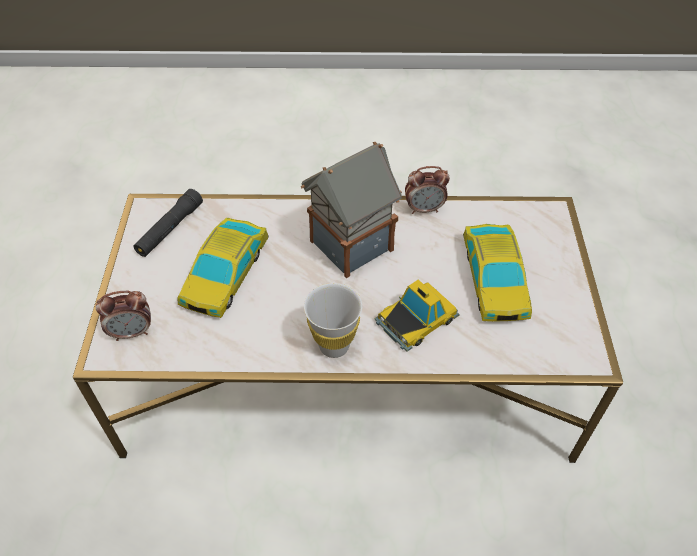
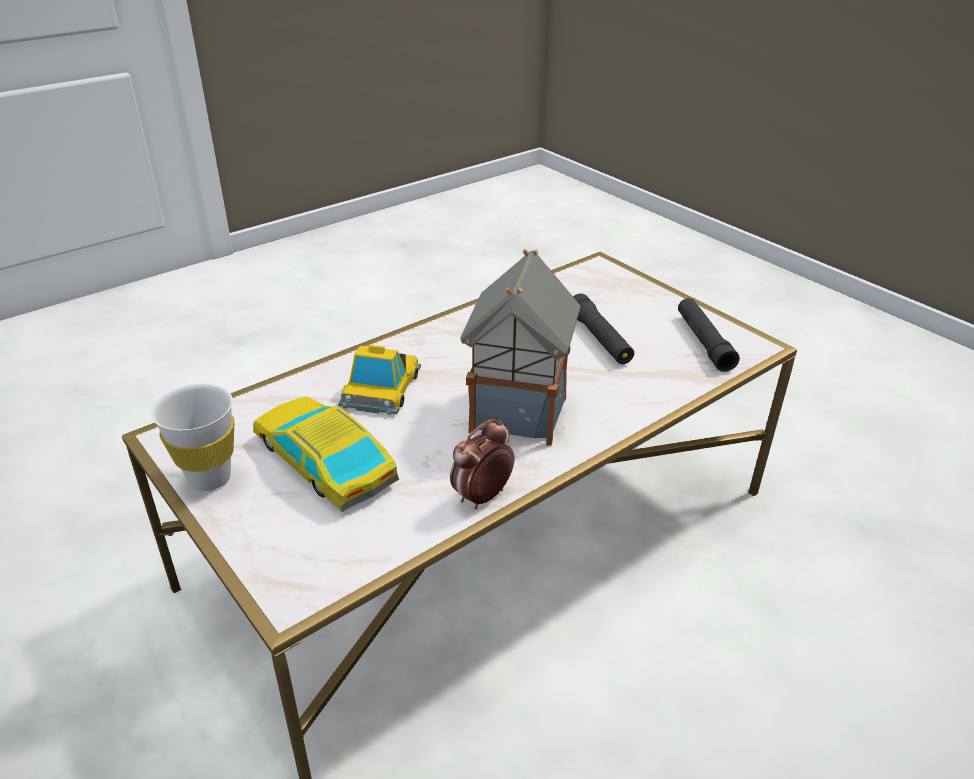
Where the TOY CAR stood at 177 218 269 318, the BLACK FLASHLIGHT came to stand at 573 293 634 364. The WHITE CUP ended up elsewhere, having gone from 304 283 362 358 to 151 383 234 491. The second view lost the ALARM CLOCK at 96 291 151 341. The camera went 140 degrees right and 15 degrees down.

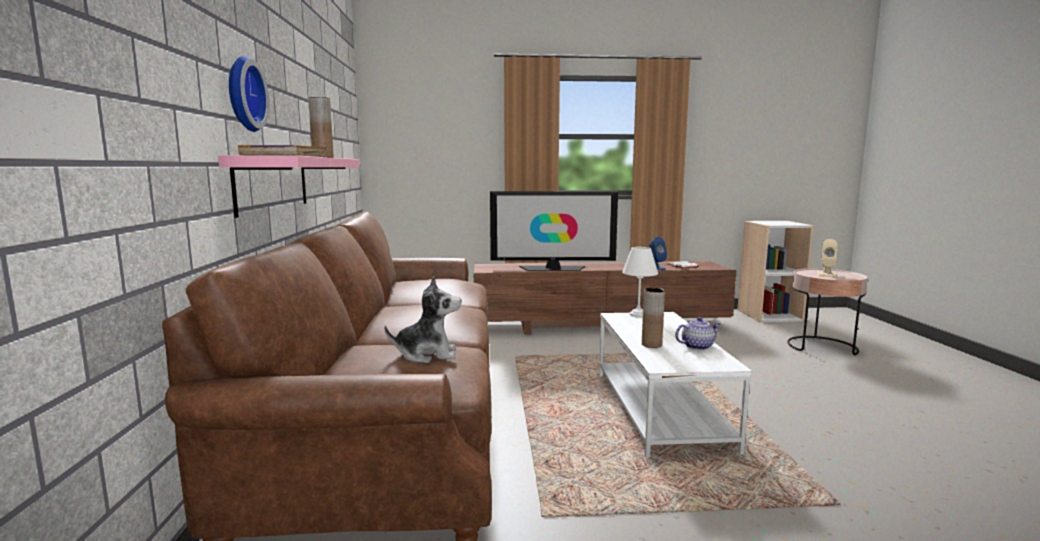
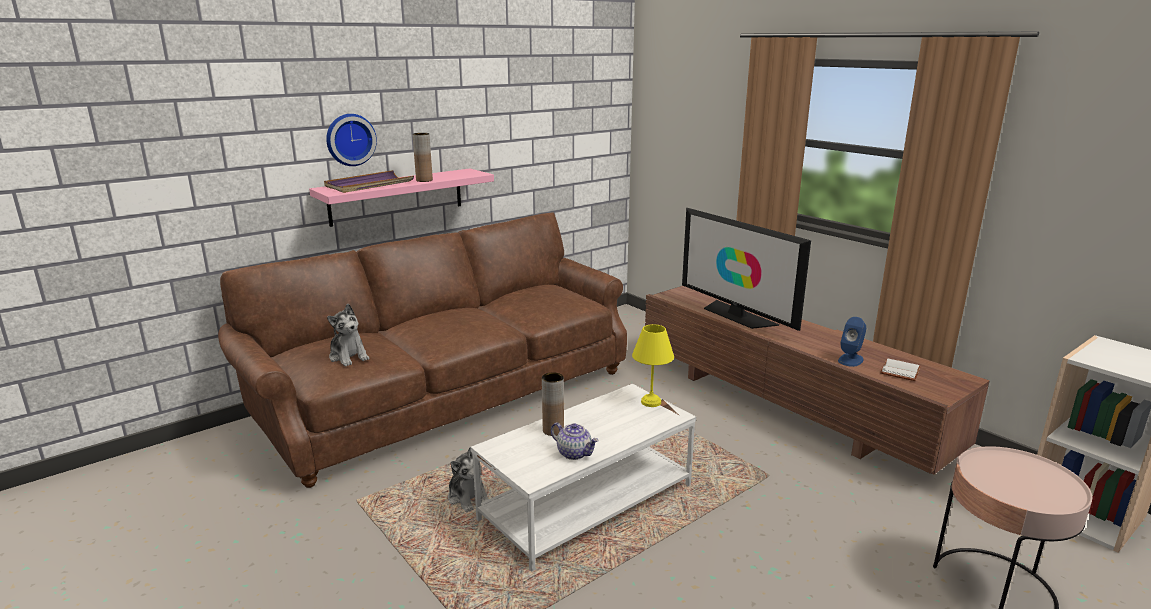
The second view lost the BEIGE SPEAKER at 817 239 838 277. What was the WHITE TABLE LAMP at 622 247 658 318 turned into the YELLOW TABLE LAMP at 632 324 674 407. The second view gained the PLUSH TOY at 448 448 489 512. The camera went 55 degrees right and 10 degrees up.

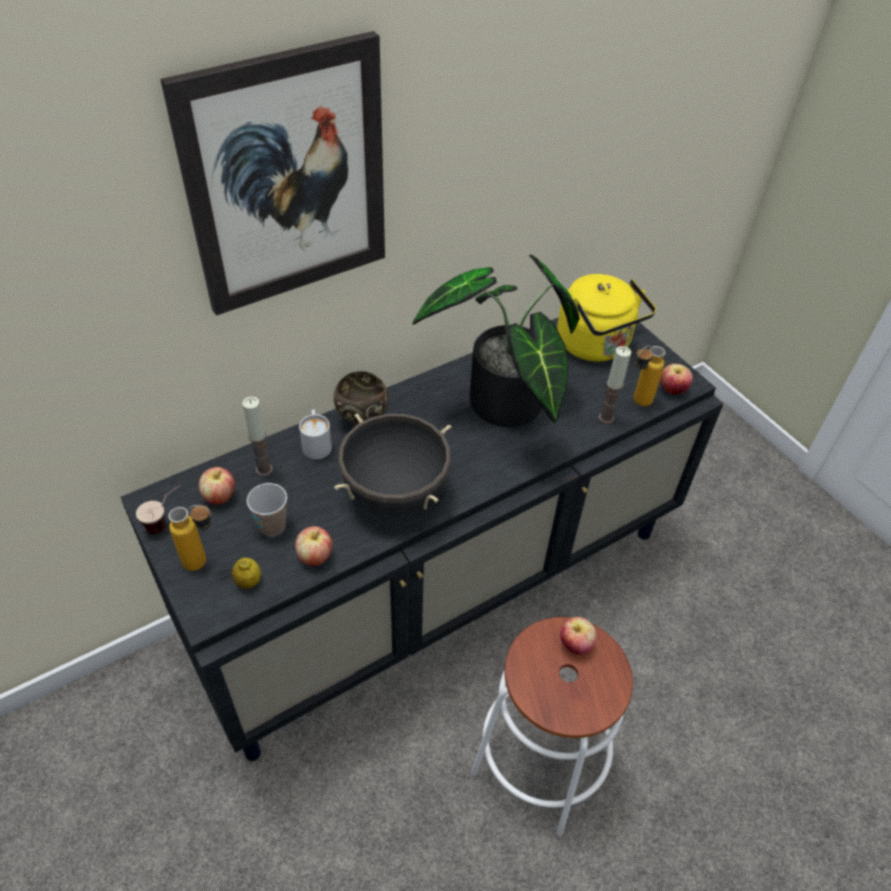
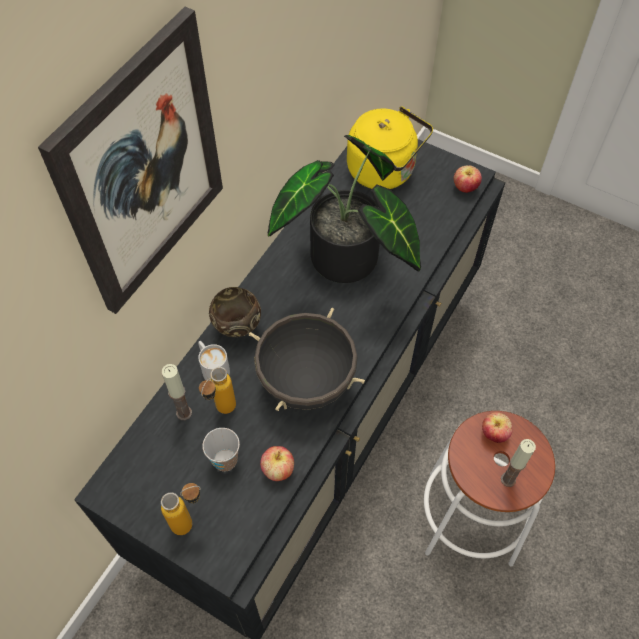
The BOTTLE ended up elsewhere, having gone from 633 345 666 406 to 199 367 236 414. The CANDLE ended up elsewhere, having gone from 599 346 631 424 to 501 439 536 487. The second view lost the APPLE at 199 467 235 505. The second view lost the CUP at 136 484 181 534. The second view lost the LEMON at 232 558 261 589. The camera went 25 degrees left and 10 degrees up.

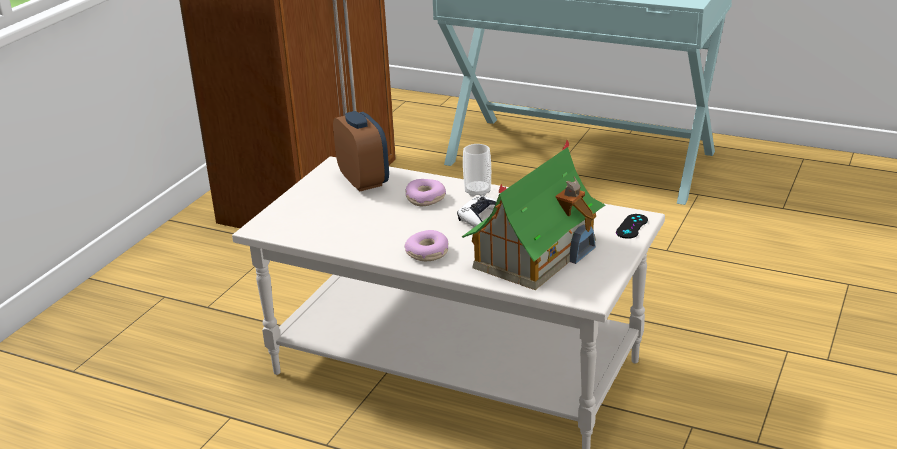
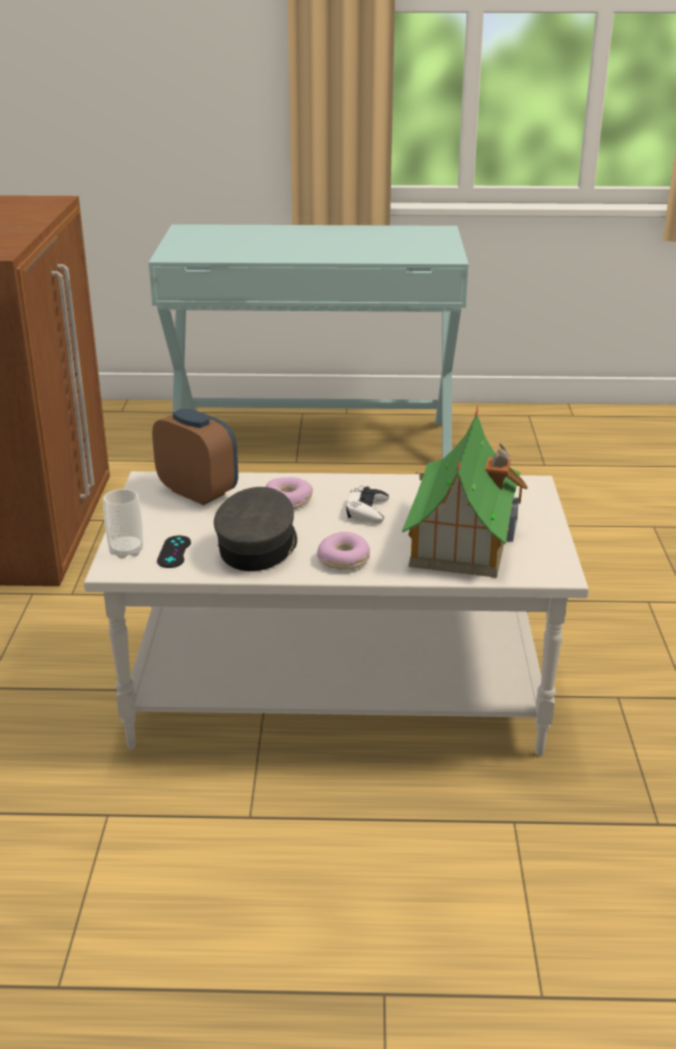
The CUP ended up elsewhere, having gone from 463 144 491 197 to 103 489 143 559. The BLACK GAME CONTROLLER ended up elsewhere, having gone from 616 214 648 239 to 157 535 191 568. The second view gained the GREY CAP at 214 487 297 571. The camera went 25 degrees left and 0 degrees up.

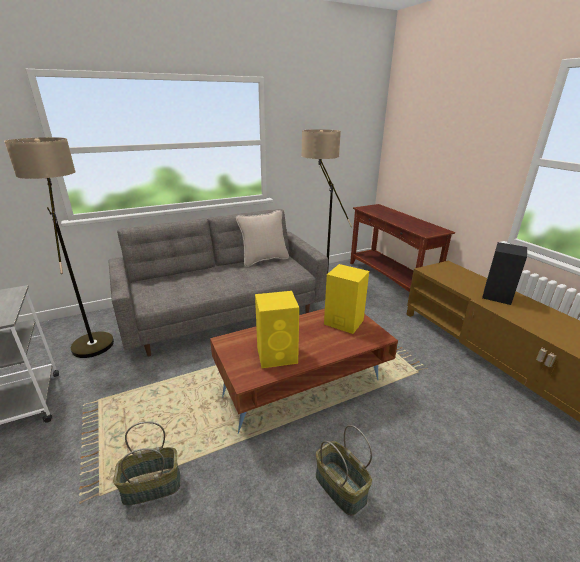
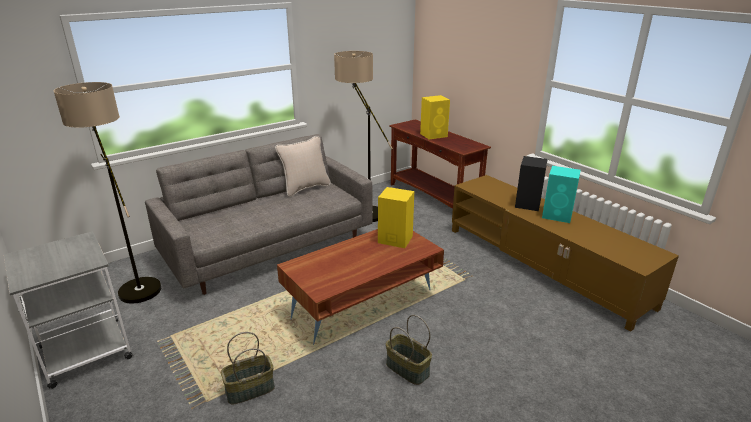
The YELLOW SPEAKER ended up elsewhere, having gone from 255 291 299 368 to 420 95 450 140. The second view gained the TURQUOISE SPEAKER at 542 166 581 223. The camera went 10 degrees left and 0 degrees up.

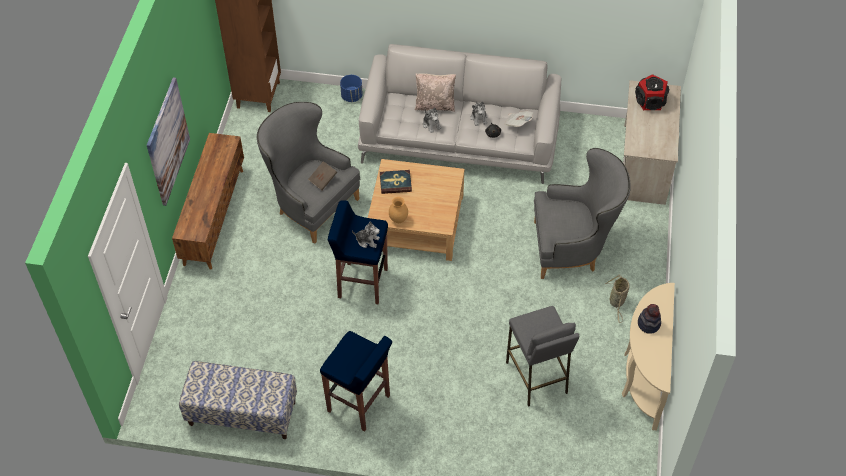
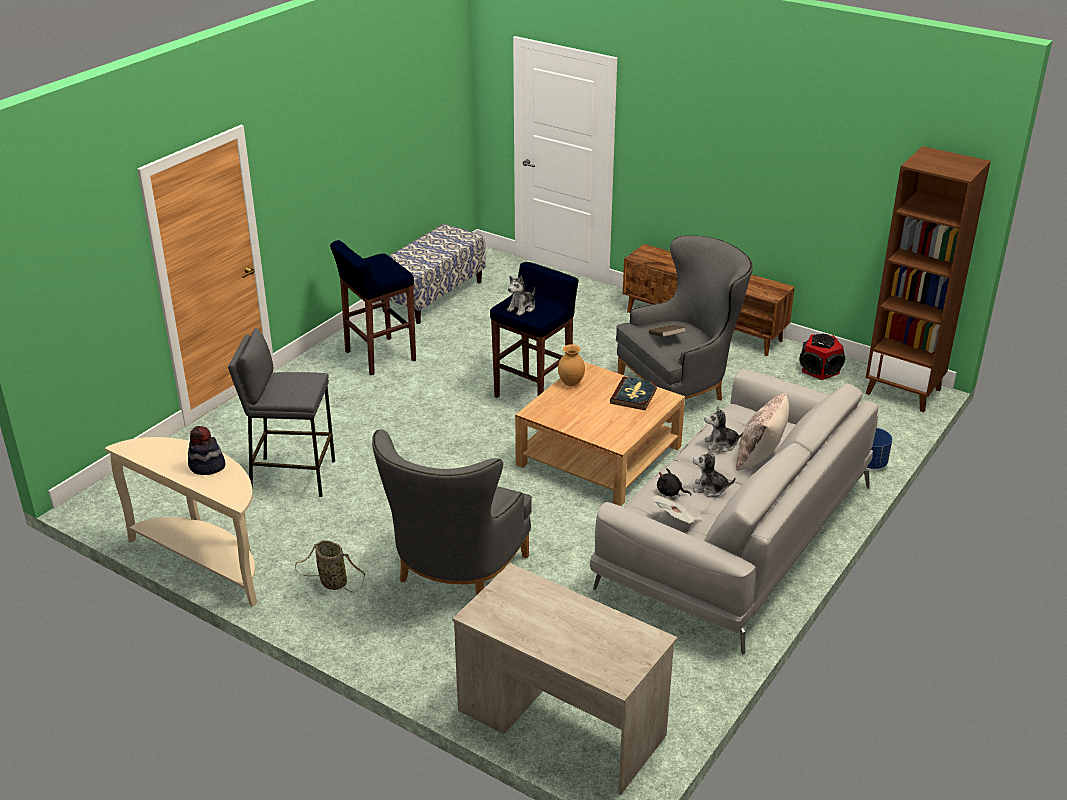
The SPEAKER ended up elsewhere, having gone from 635 74 669 110 to 799 333 845 380. The second view lost the PICTURE at 147 77 190 206. The camera went 115 degrees right and 20 degrees down.

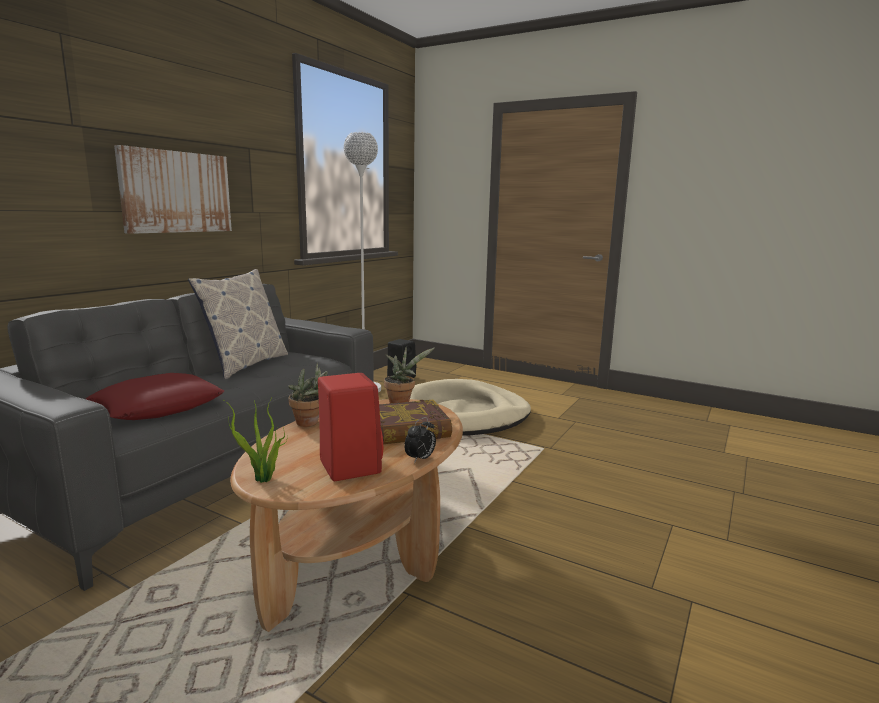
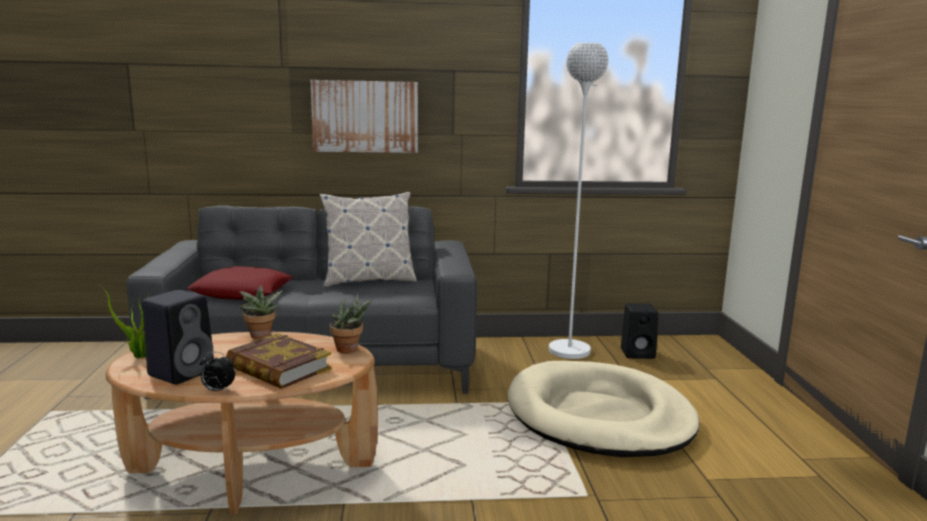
What was the RED SPEAKER at 318 373 383 481 turned into the BLACK SPEAKER at 142 290 214 385. The camera went 55 degrees right and 0 degrees up.

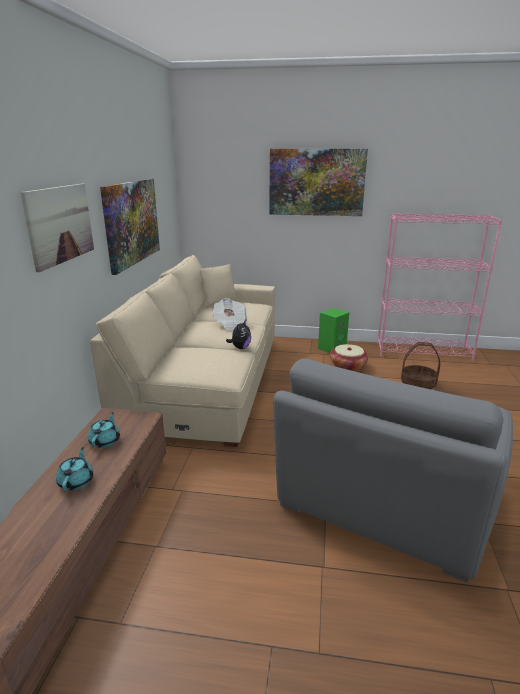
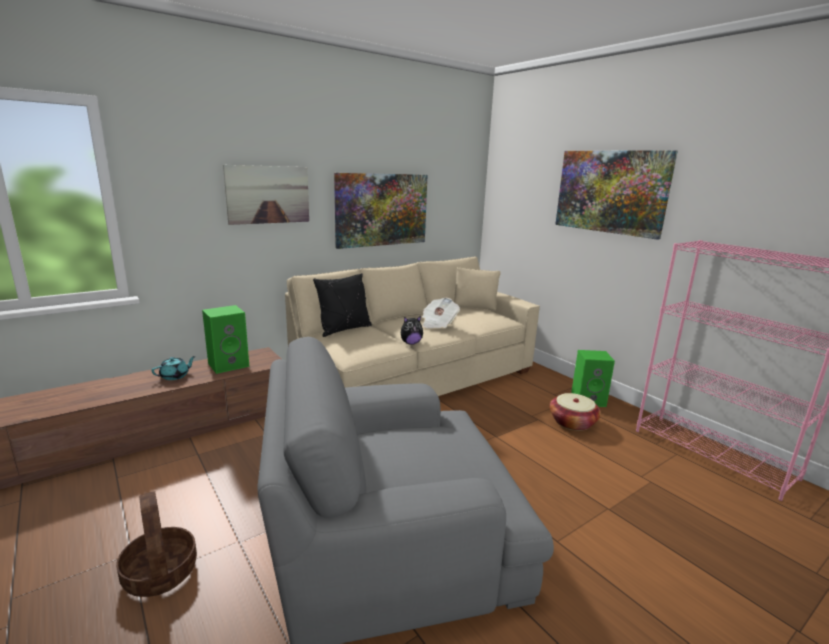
The BASKET ended up elsewhere, having gone from 401 342 440 389 to 116 491 197 597. Where the TURQUOISE TEAPOT stood at 88 412 120 448, the GREEN SPEAKER came to stand at 202 305 249 374. The second view gained the BLACK PILLOW at 313 273 372 337. The camera went 45 degrees right and 5 degrees down.

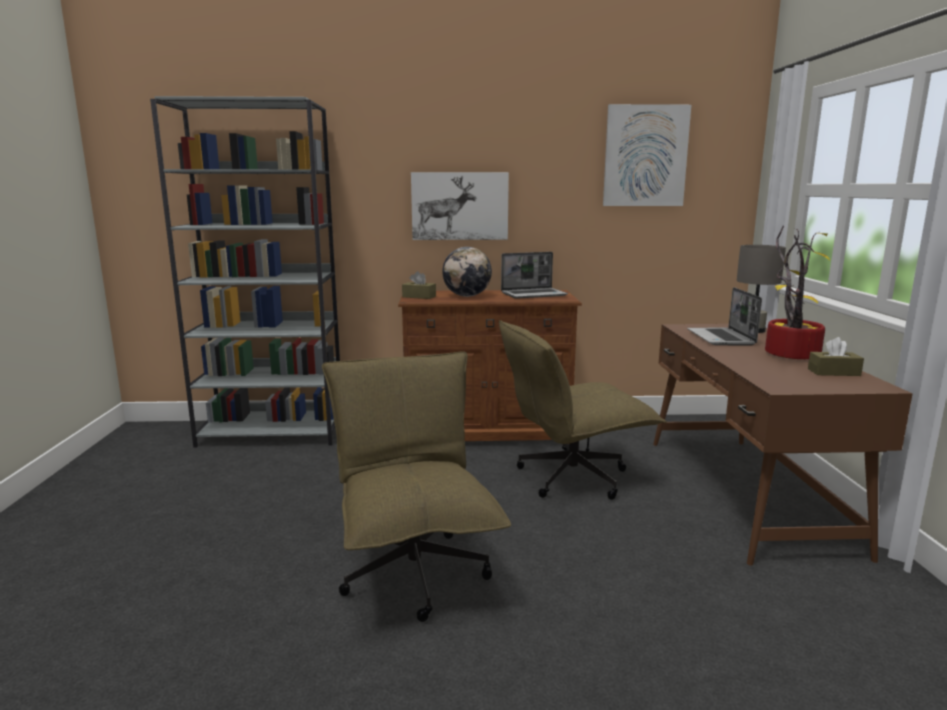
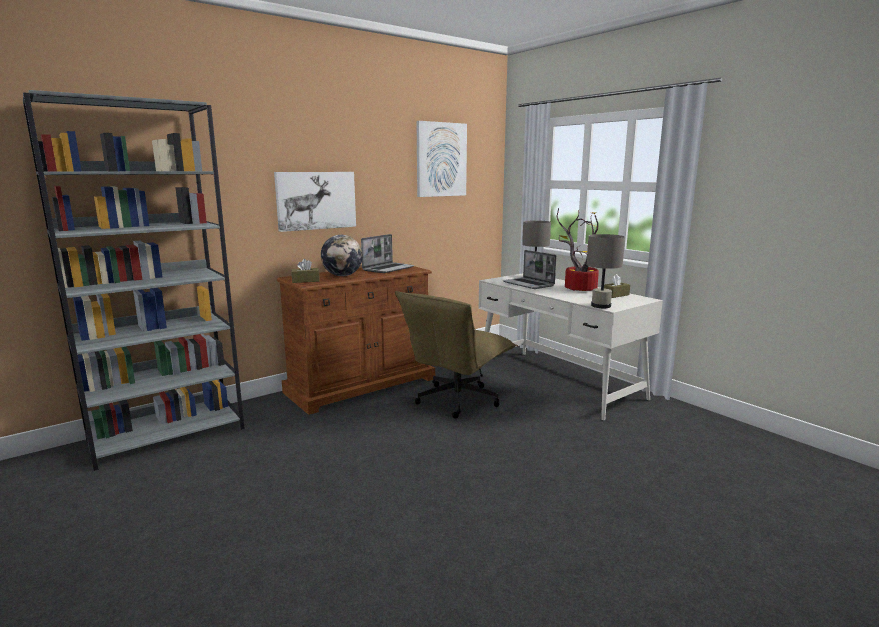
What was the BROWN DESK at 653 324 913 565 turned into the WHITE DESK at 479 274 663 420. The second view lost the BEIGE OFFICE CHAIR at 322 351 511 622. The second view gained the GREY TABLE LAMP at 587 234 625 308. The camera went 35 degrees left and 0 degrees up.

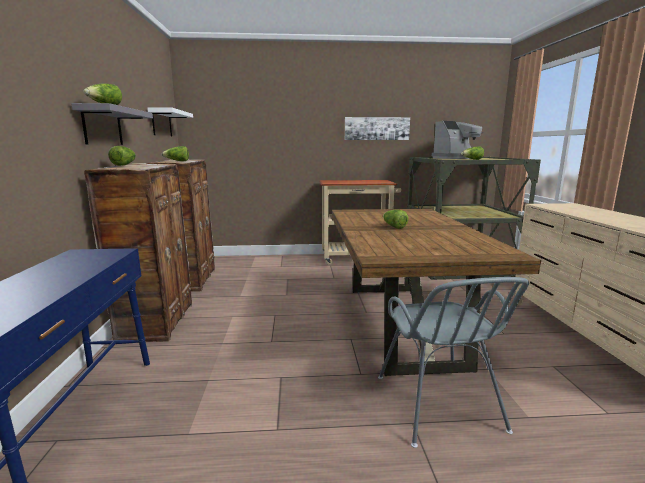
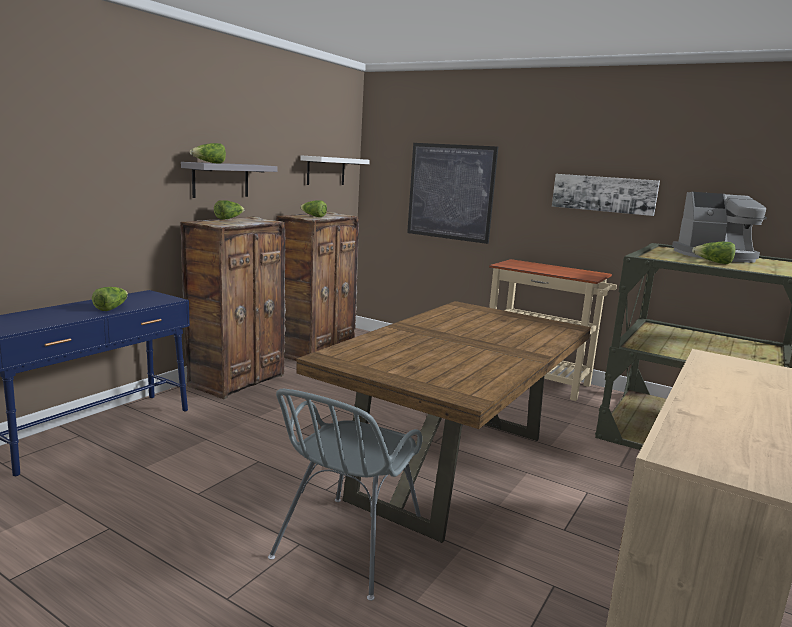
The LETTUCE ended up elsewhere, having gone from 383 210 408 229 to 92 287 128 311. The second view gained the PICTURE at 407 143 498 244. The camera went 35 degrees right and 0 degrees up.

